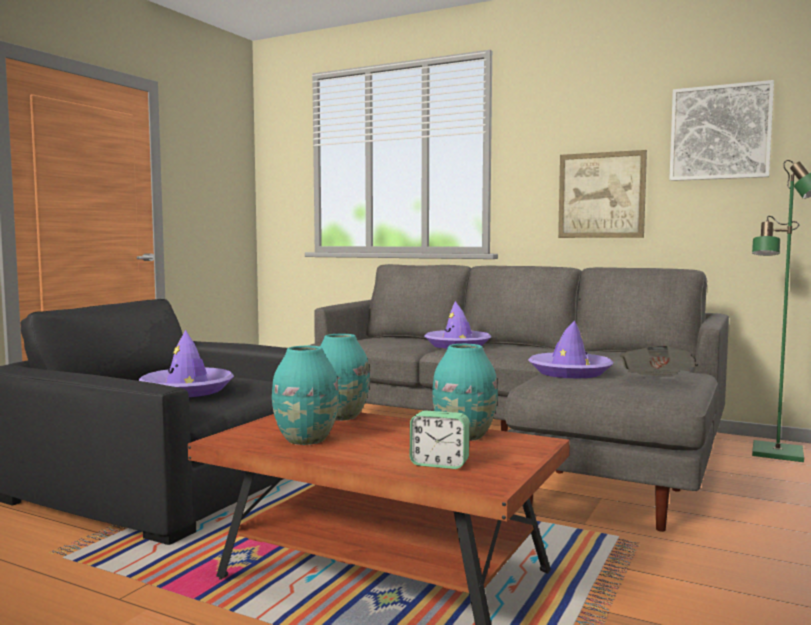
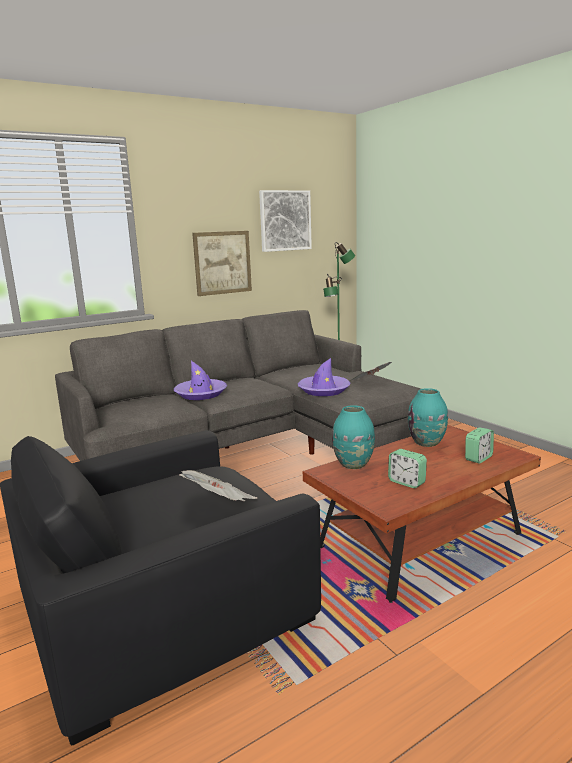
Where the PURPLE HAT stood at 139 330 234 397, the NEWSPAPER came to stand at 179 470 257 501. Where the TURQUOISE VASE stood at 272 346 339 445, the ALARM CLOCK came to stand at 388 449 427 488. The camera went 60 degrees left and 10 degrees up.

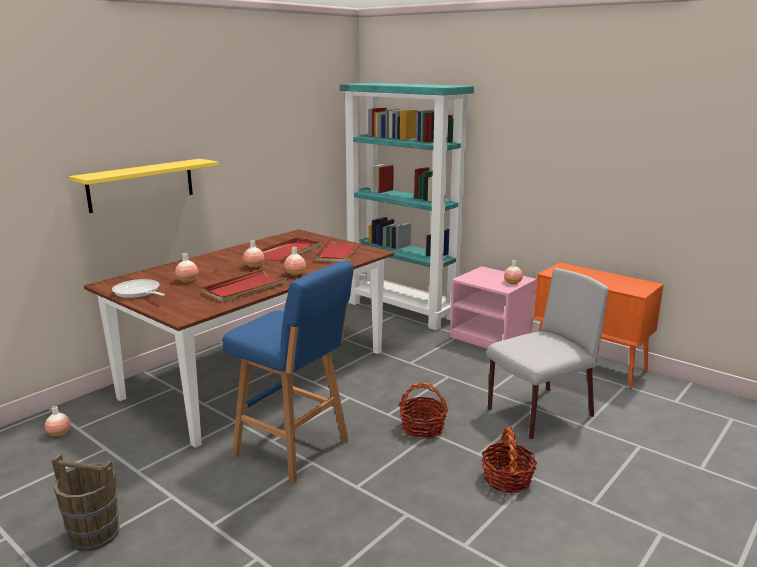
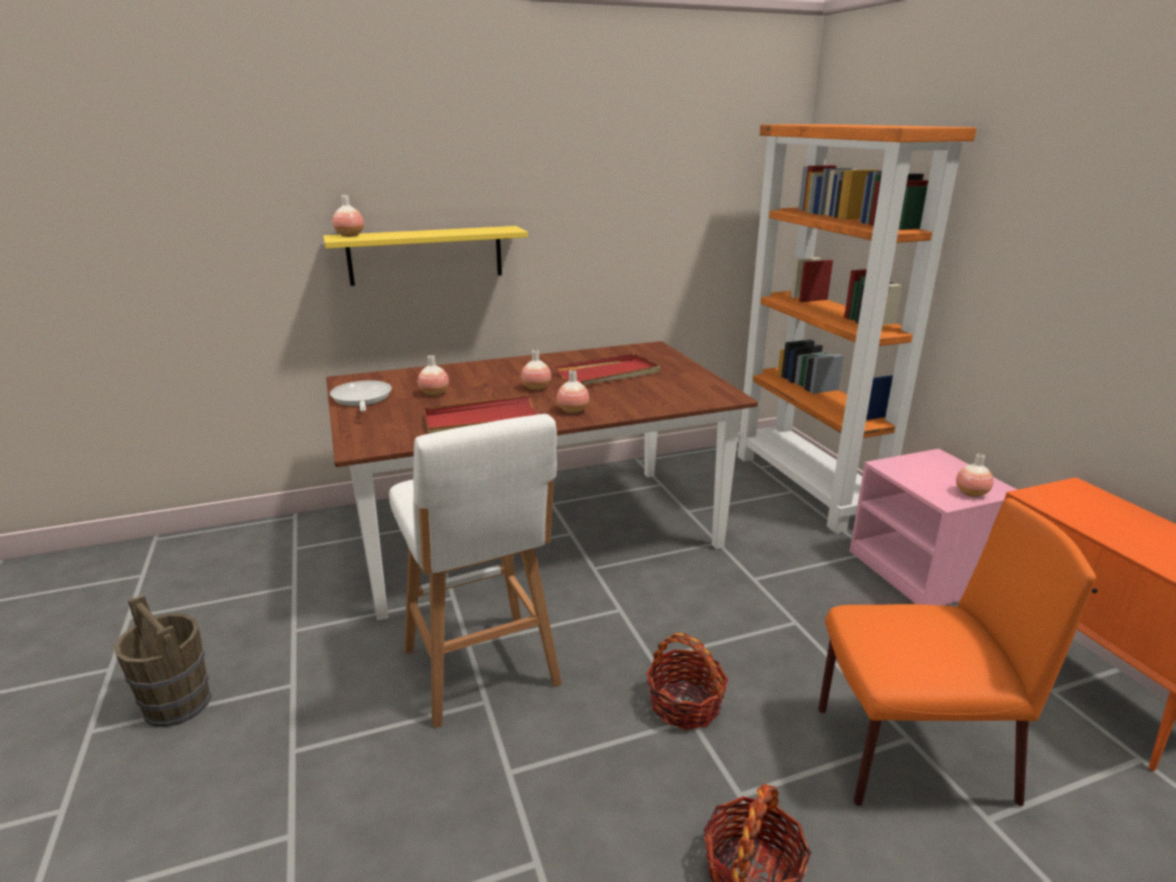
What was the TURQUOISE BOOKCASE at 340 83 474 330 turned into the ORANGE BOOKCASE at 737 124 977 534. The second view lost the RED TRAY at 315 238 362 262. What was the BLUE STOOL at 222 261 353 484 turned into the WHITE STOOL at 389 414 562 729. What was the GREY CHAIR at 487 268 609 440 turned into the ORANGE CHAIR at 818 498 1096 806. The VASE ended up elsewhere, having gone from 45 406 71 437 to 333 195 364 237. The camera went 30 degrees right and 5 degrees up.

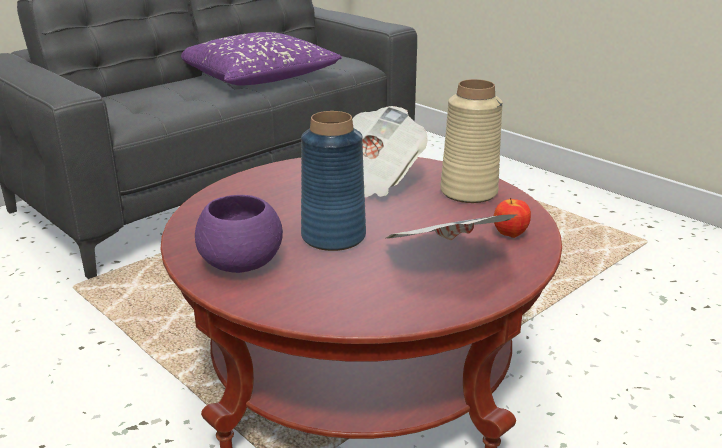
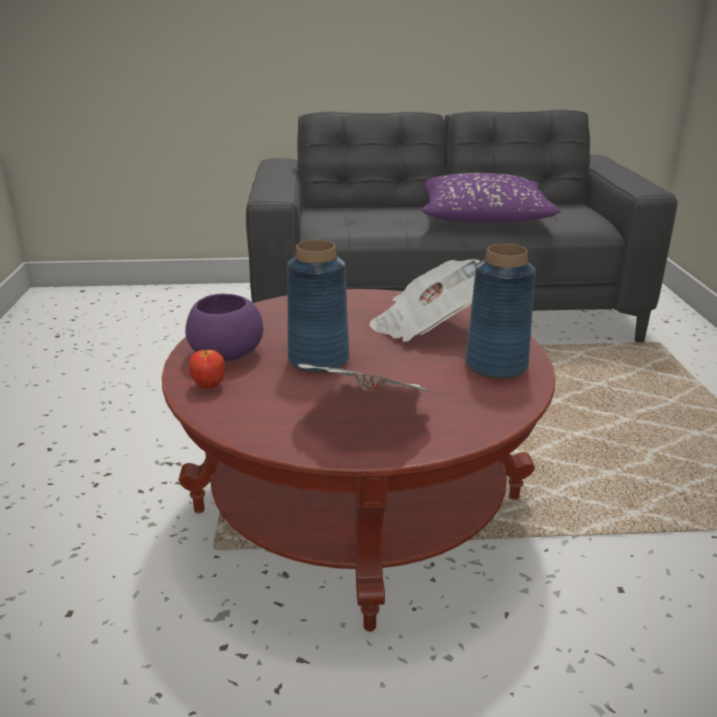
What was the BEIGE VASE at 440 79 503 203 turned into the BLUE VASE at 465 244 536 379. The APPLE ended up elsewhere, having gone from 494 198 531 238 to 189 348 225 389. The camera went 40 degrees right and 0 degrees up.

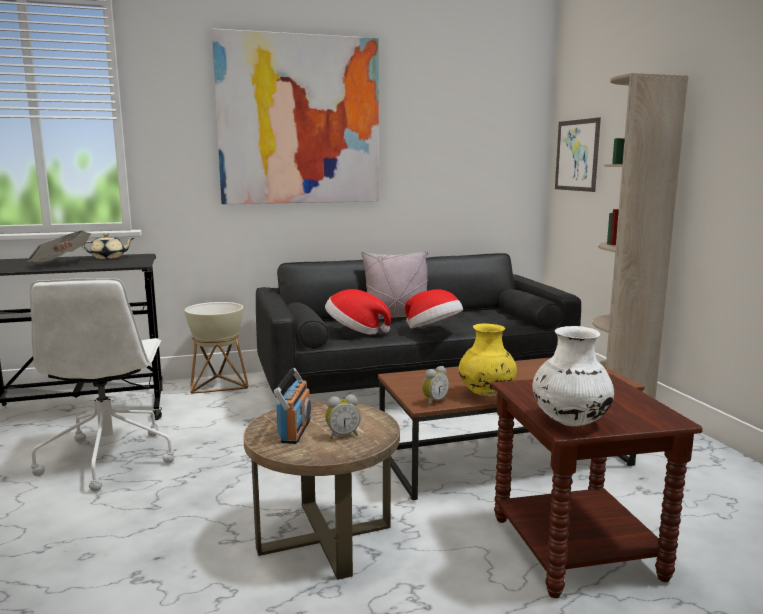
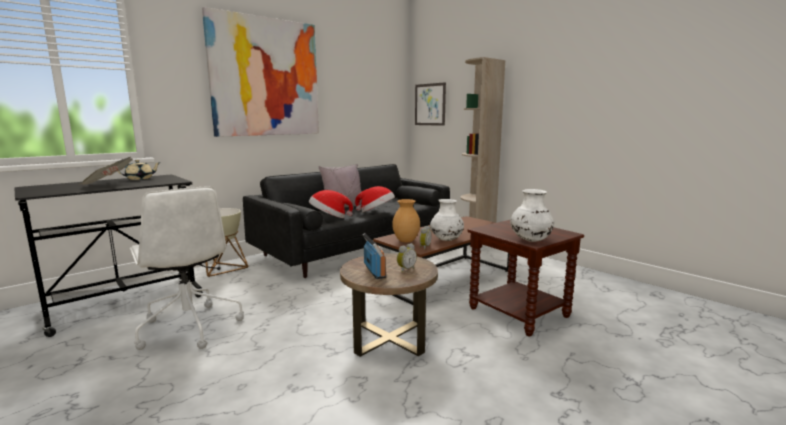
What was the YELLOW VASE at 458 323 517 396 turned into the WHITE VASE at 430 199 464 241. The second view gained the BROWN VASE at 392 199 420 243. The camera went 25 degrees left and 0 degrees up.

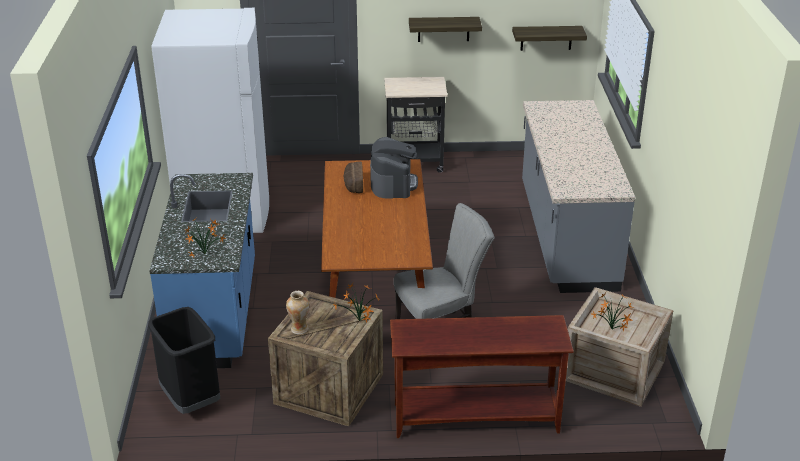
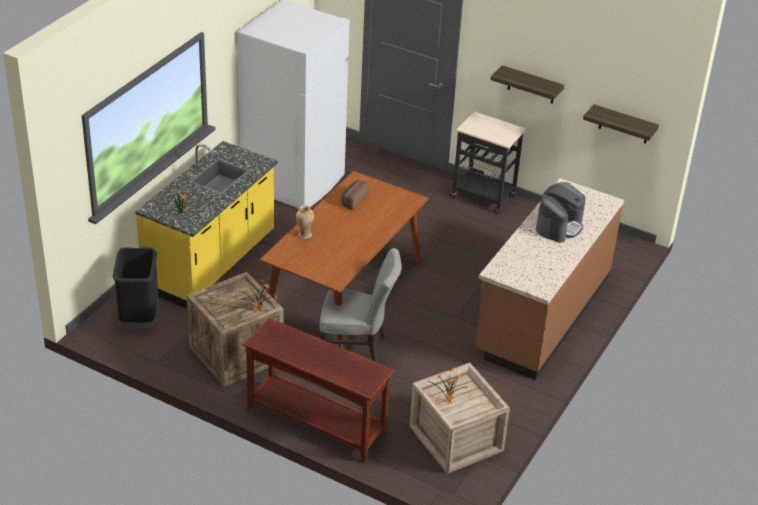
What was the GREY COUNTER at 522 100 635 293 turned into the BROWN COUNTER at 476 178 624 380. The COFFEE MACHINE ended up elsewhere, having gone from 370 137 418 198 to 536 182 585 243. What was the BLUE COUNTER at 150 173 255 368 turned into the YELLOW COUNTER at 135 141 278 308. The VASE ended up elsewhere, having gone from 286 291 309 334 to 296 205 314 239. The camera went 30 degrees right and 5 degrees up.

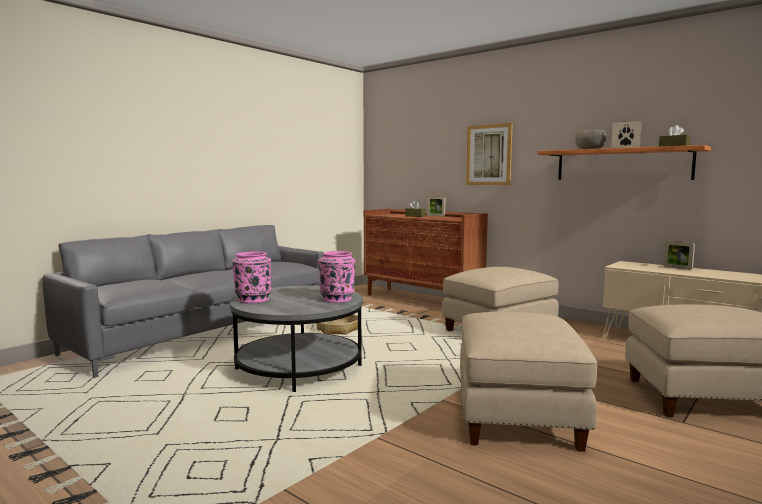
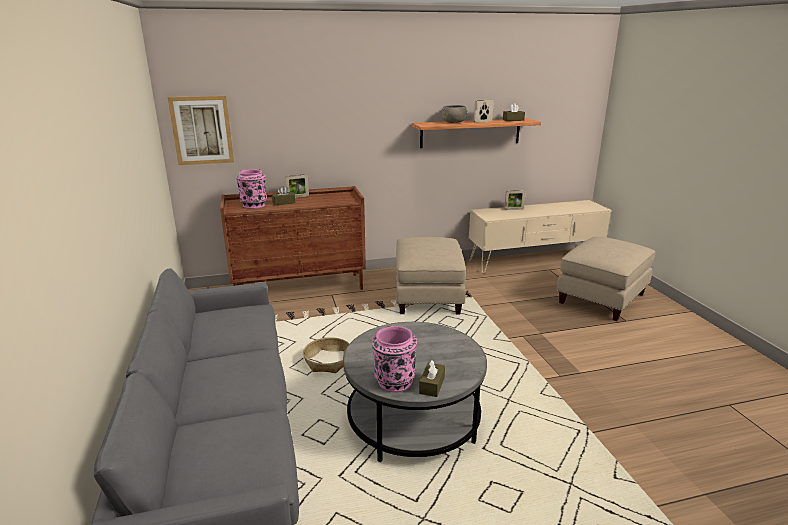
The PICTURE ended up elsewhere, having gone from 466 123 513 185 to 168 96 234 165. The PINK VASE ended up elsewhere, having gone from 318 251 356 303 to 237 169 267 209. The second view lost the BEIGE OTTOMAN at 460 312 597 452. The second view gained the BROWN TISSUE BOX at 419 360 445 397. The camera went 55 degrees left and 15 degrees up.

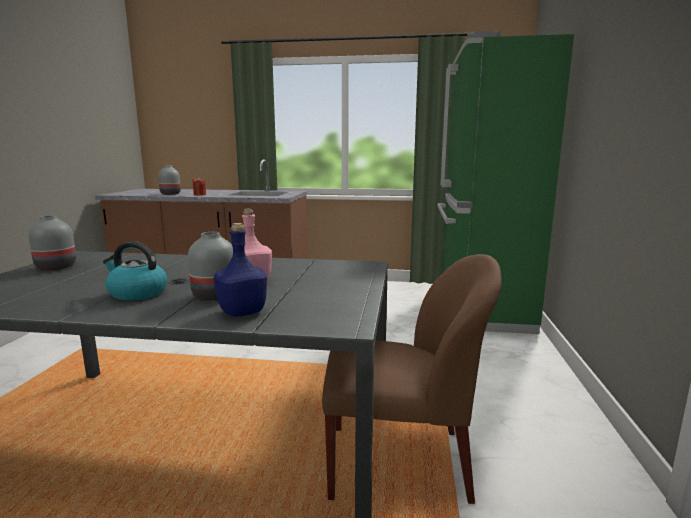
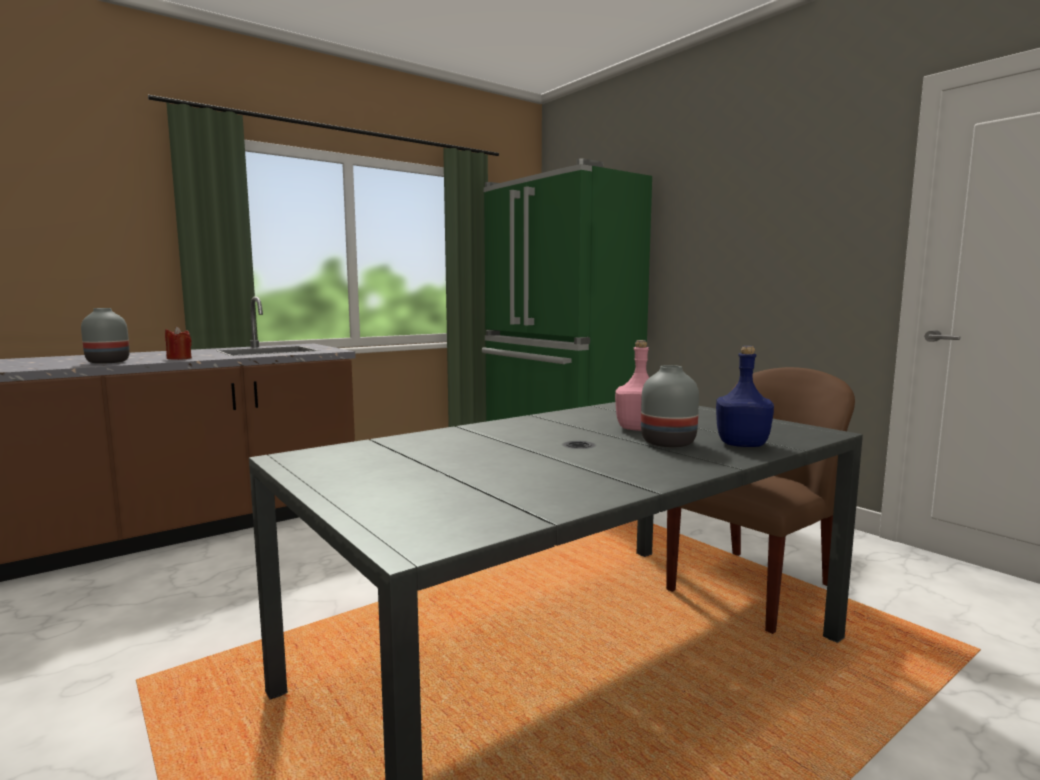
The second view lost the GREY VASE at 28 215 76 270. The second view lost the KETTLE at 103 241 167 301. The camera went 45 degrees left and 5 degrees down.

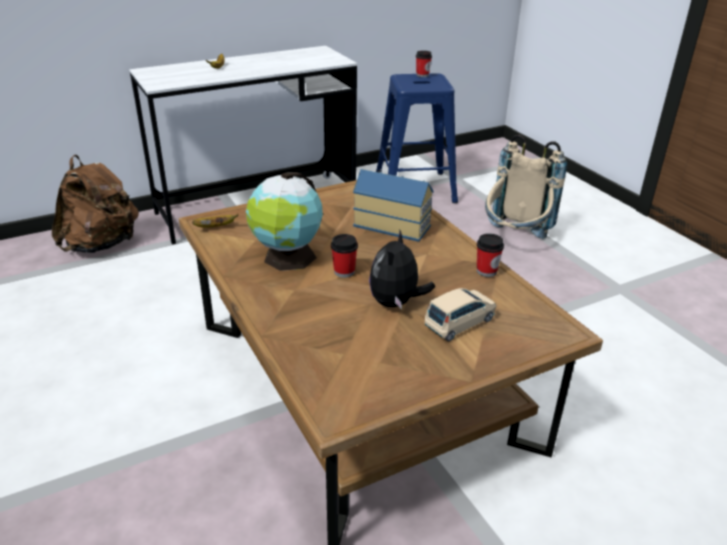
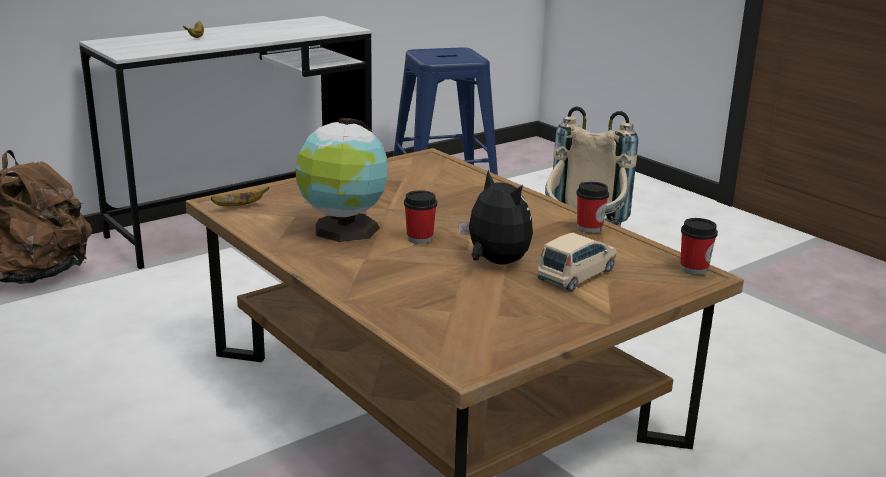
The CUP ended up elsewhere, having gone from 416 50 432 77 to 680 218 718 275. The second view lost the TOY HOUSE at 353 169 433 242. The PLUSH TOY at 369 230 435 309 ended up facing another way, 135 degrees clockwise from before. The camera went 10 degrees left and 10 degrees down.

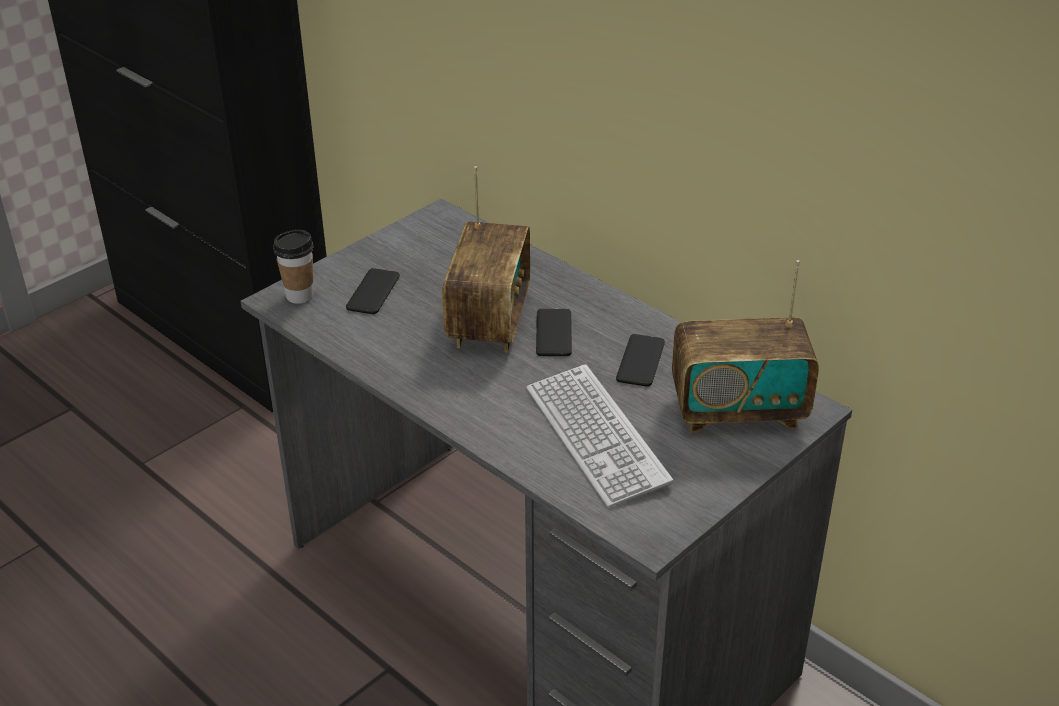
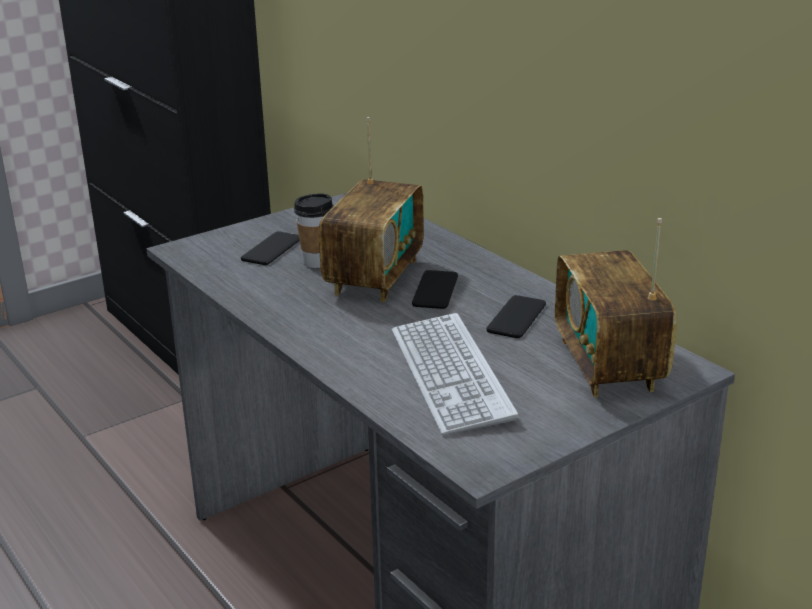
The CUP ended up elsewhere, having gone from 273 230 313 304 to 294 193 333 268. The RADIO at 672 260 819 432 ended up facing another way, 75 degrees clockwise from before. The camera went 10 degrees right and 10 degrees down.

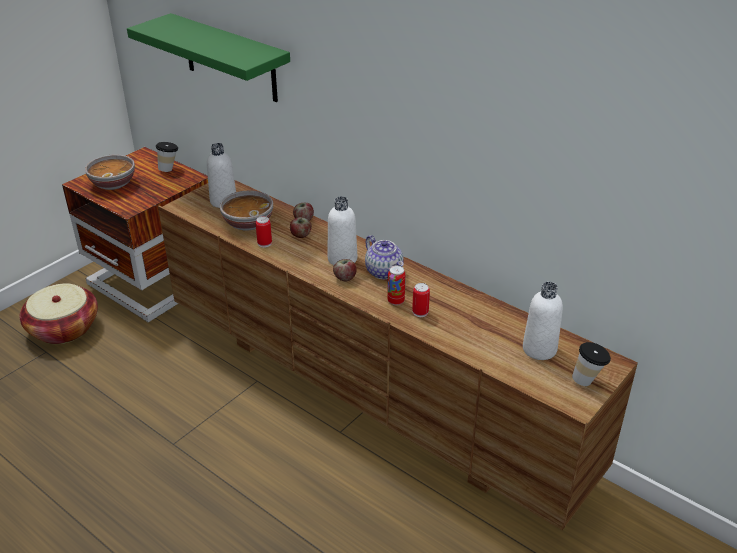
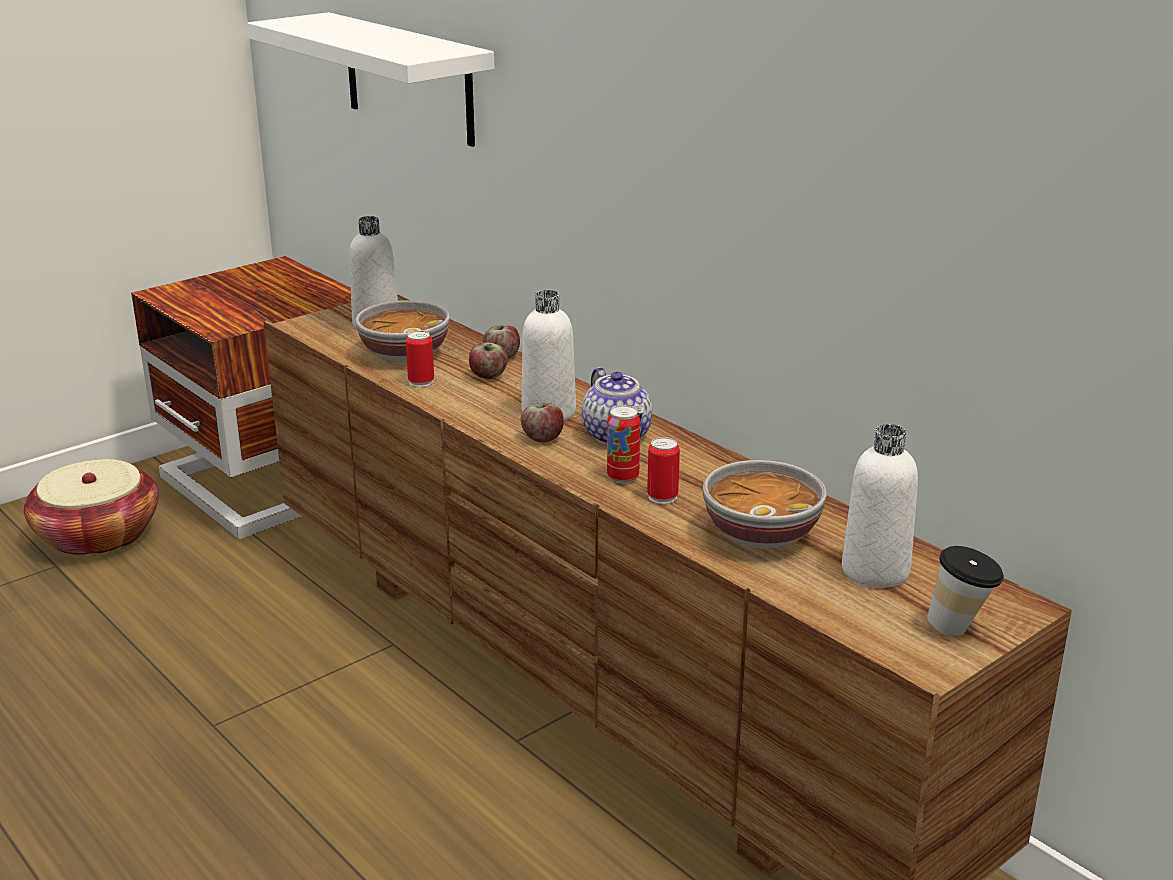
What was the GREEN SHELF at 127 13 290 102 turned into the WHITE SHELF at 247 12 494 147. The second view lost the CUP at 156 142 178 172. The BOWL ended up elsewhere, having gone from 85 154 135 190 to 703 460 827 549. The camera went 10 degrees right and 10 degrees down.

